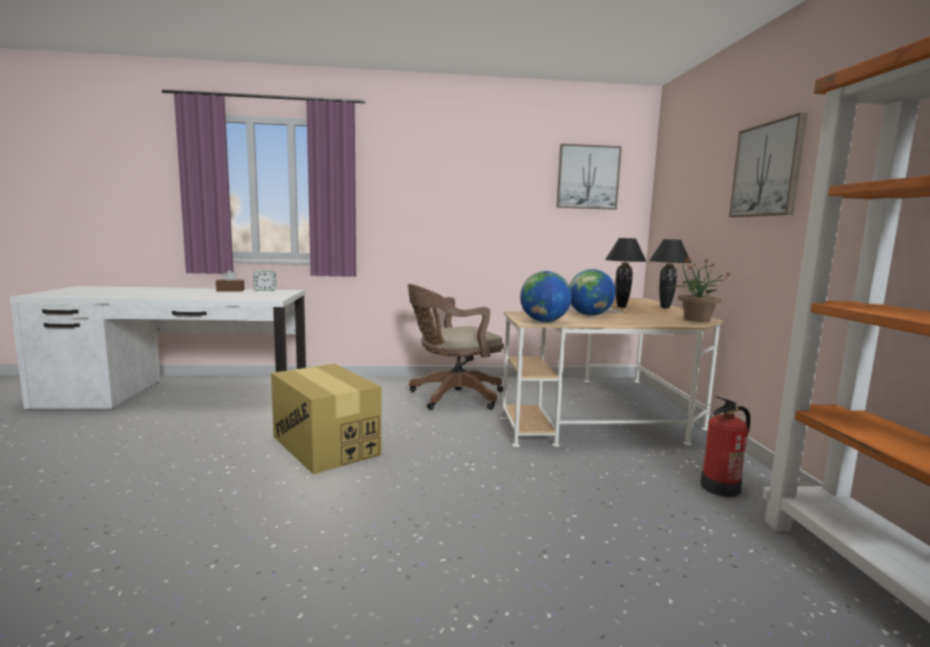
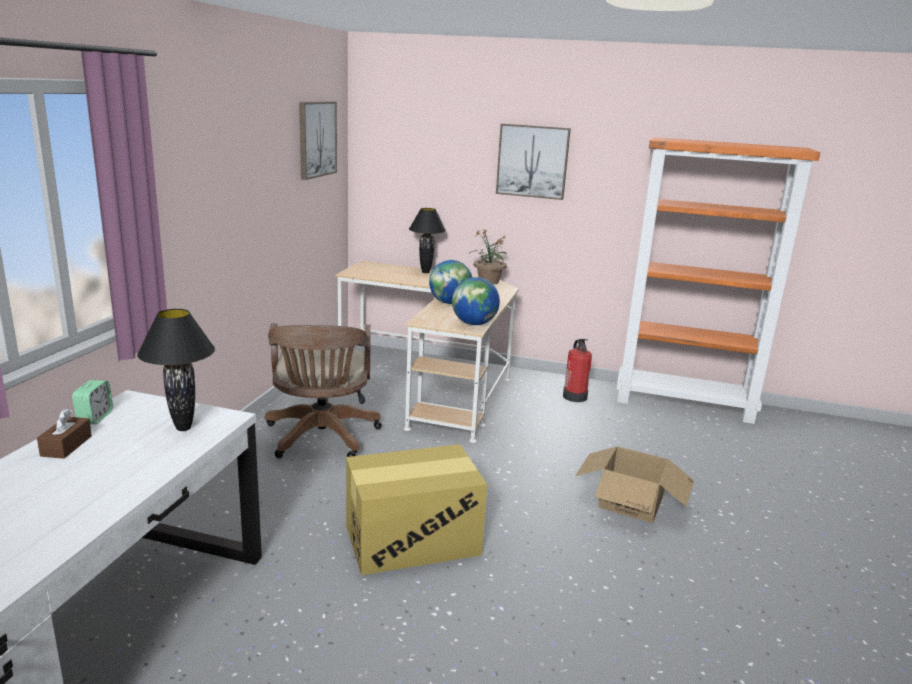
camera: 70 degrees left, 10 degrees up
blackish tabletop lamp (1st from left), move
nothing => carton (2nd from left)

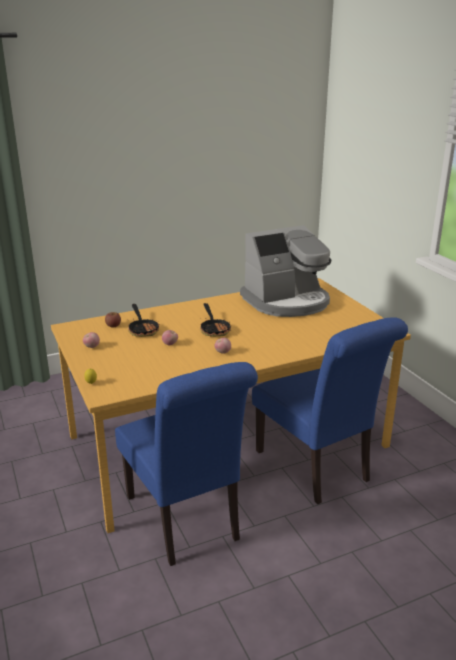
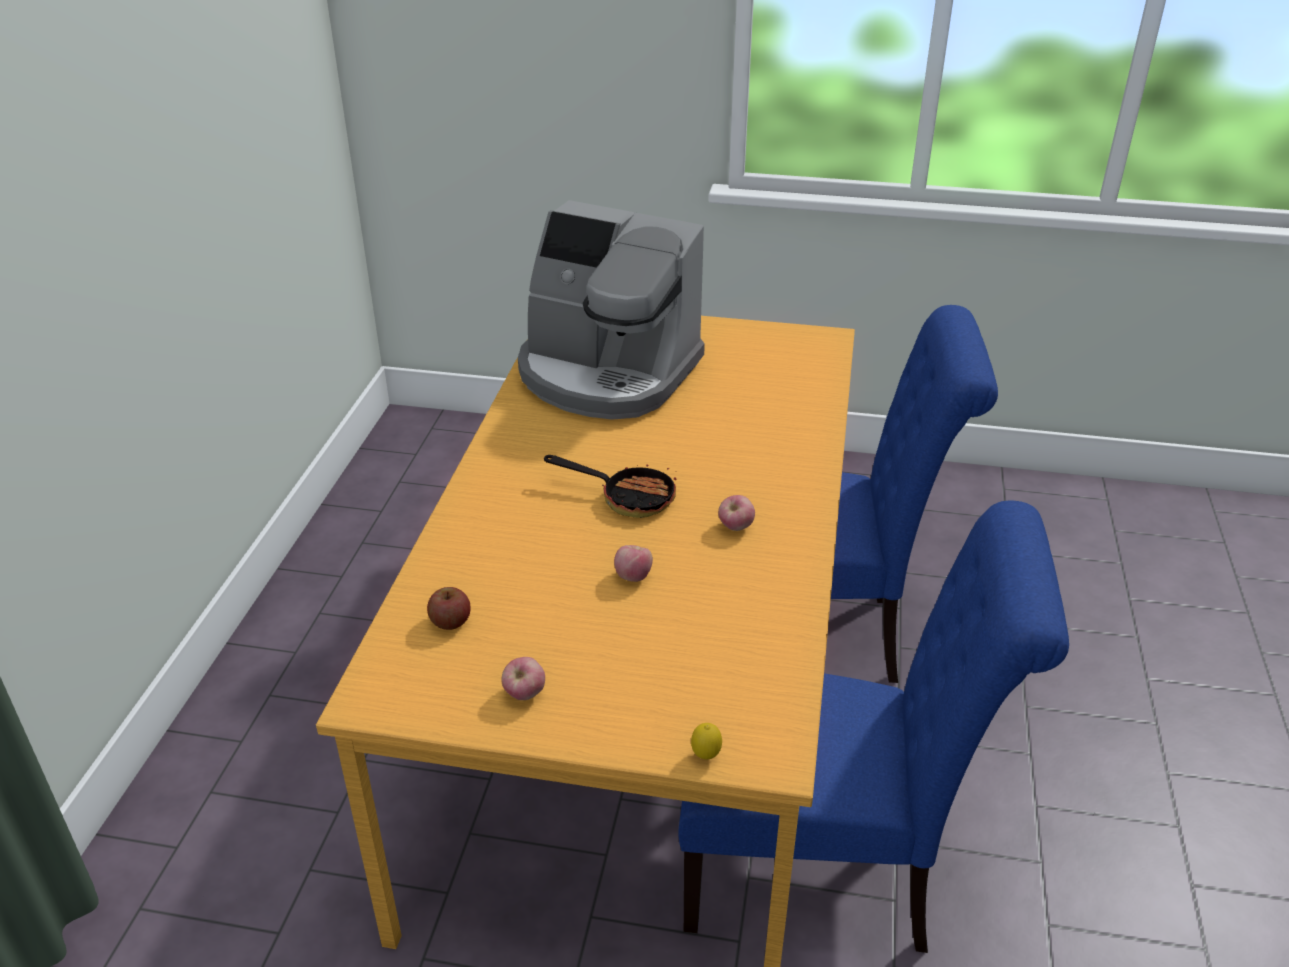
camera: 55 degrees left, 10 degrees up
frying pan (1st from left) => nothing
coffee machine, 105 degrees clockwise

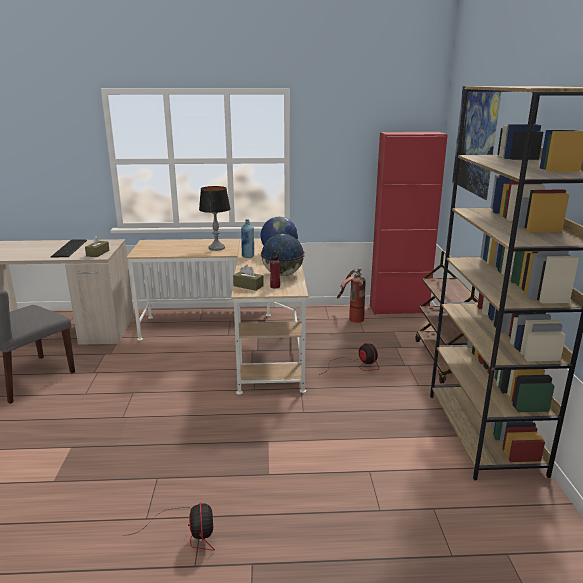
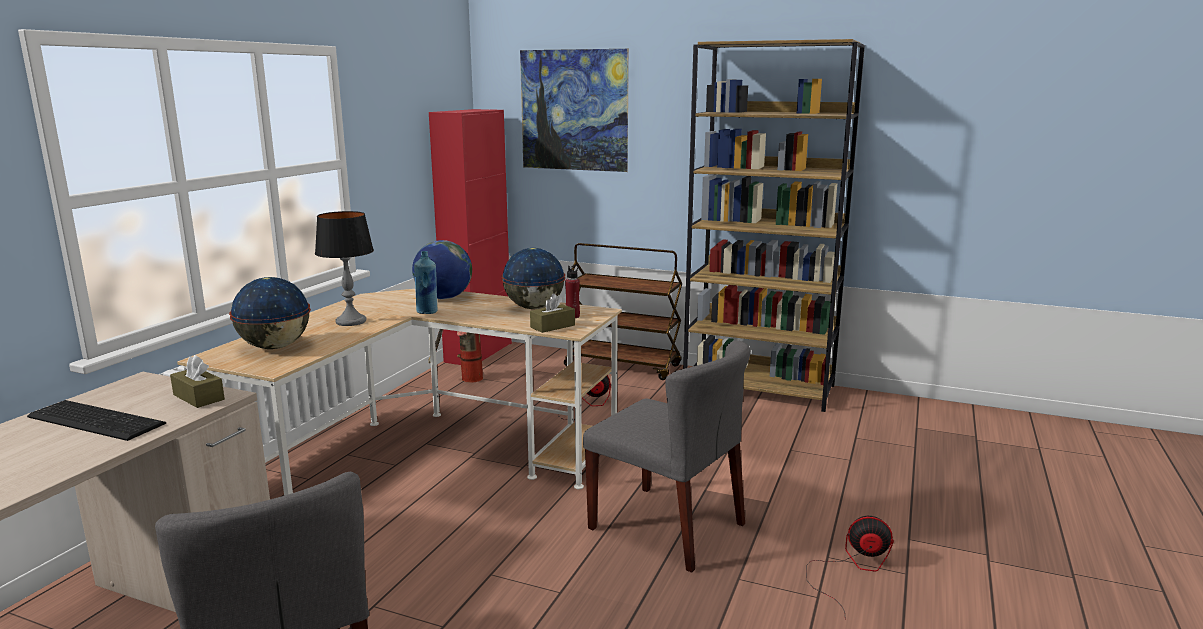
camera: 65 degrees left, 5 degrees down
nothing => desk globe (1st from left)
nothing => greyish upright chair (2nd from left)

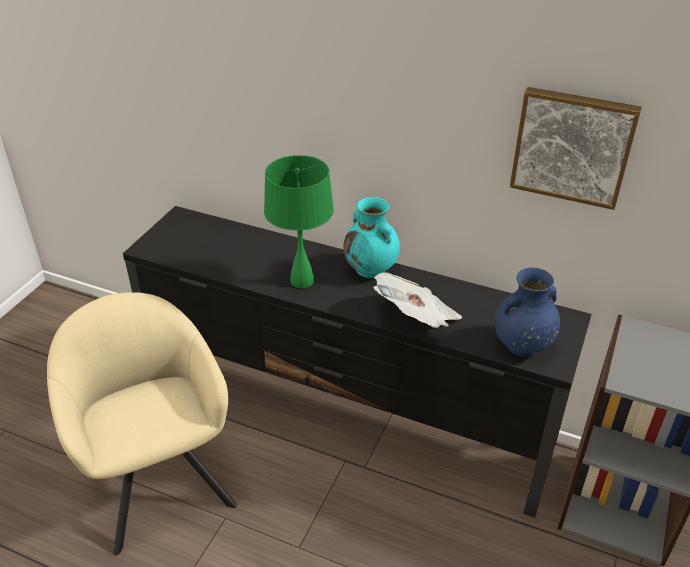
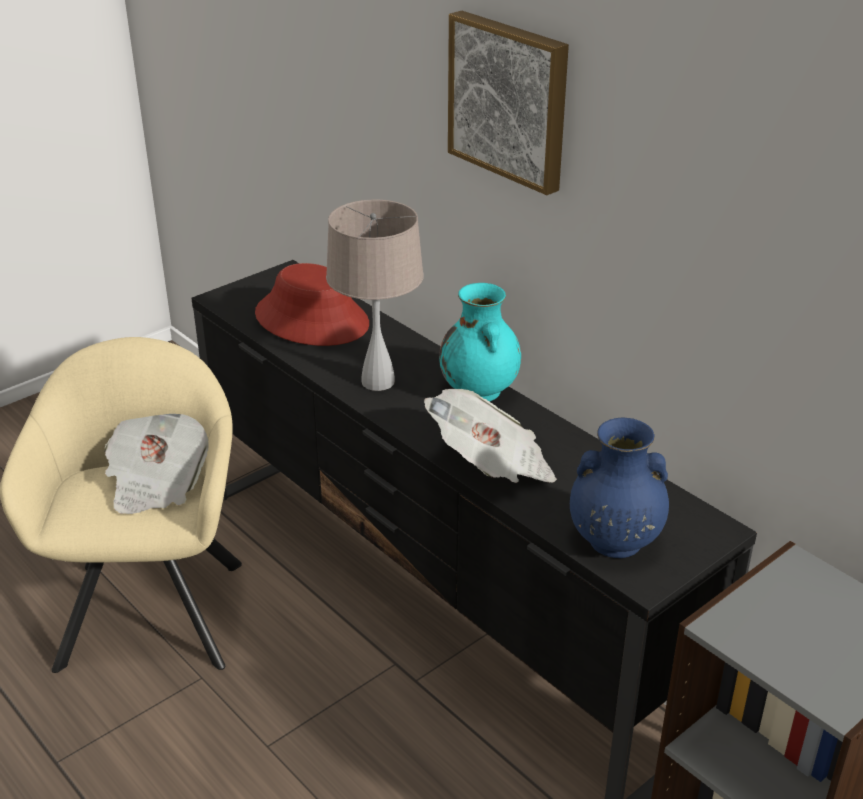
camera: 25 degrees right, 5 degrees down
green-coloured tabletop lamp => beige tabletop lamp
wall art, move
nothing => daily paper (1st from left)
nothing => red-coloured wearable hat

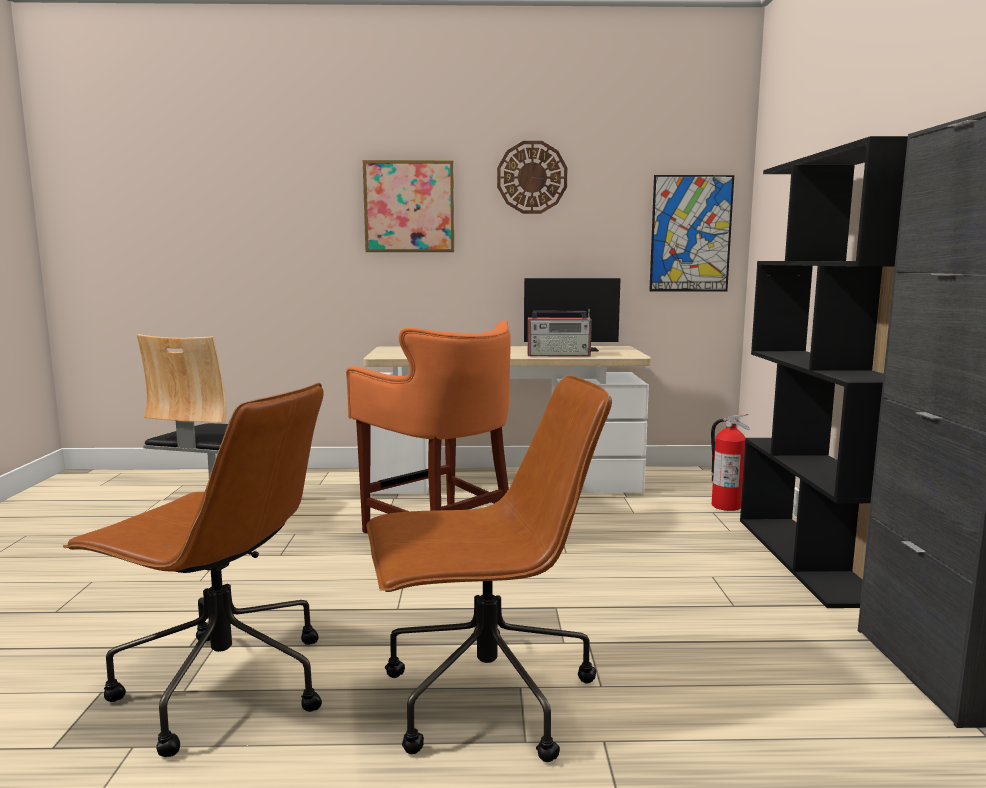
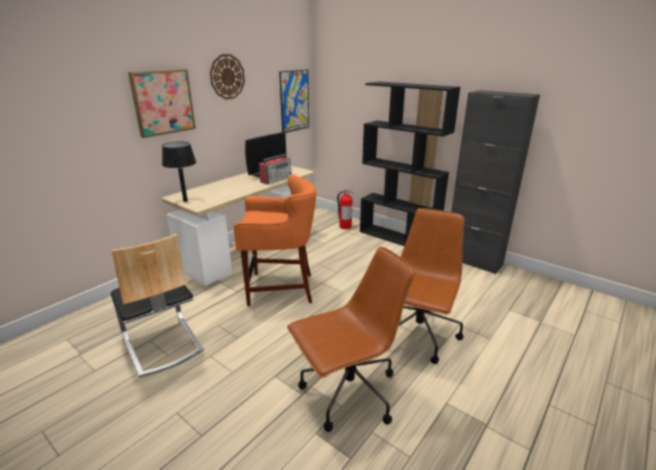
camera: 50 degrees left, 15 degrees up
nothing => blackish tabletop lamp

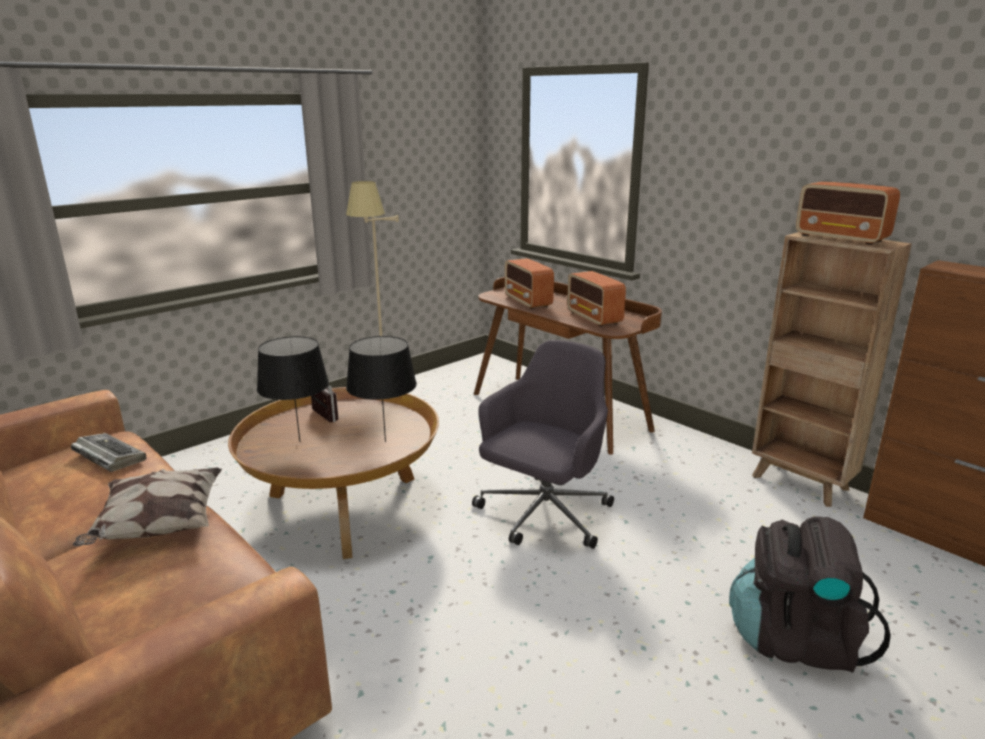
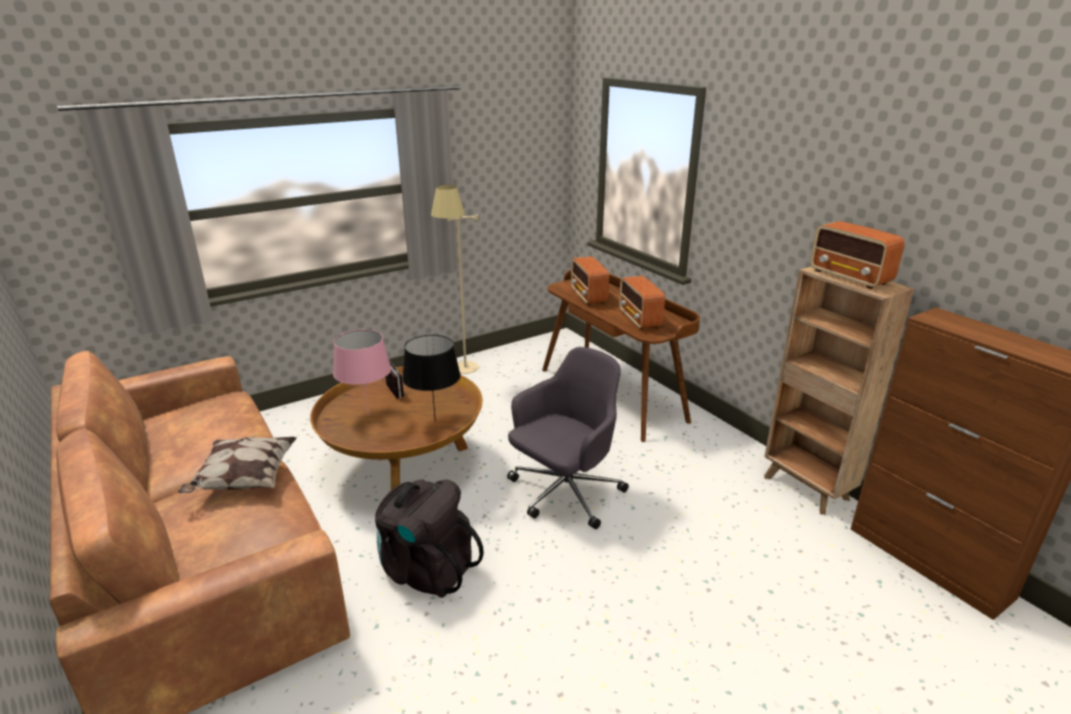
camera: 10 degrees right, 5 degrees up
PC keyboard => nothing
blackish tabletop lamp (1st from left) => pink tabletop lamp
blackish backpack, move

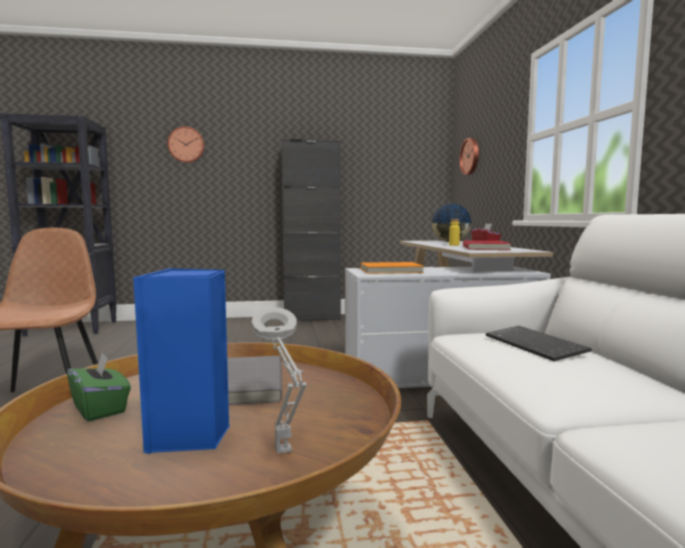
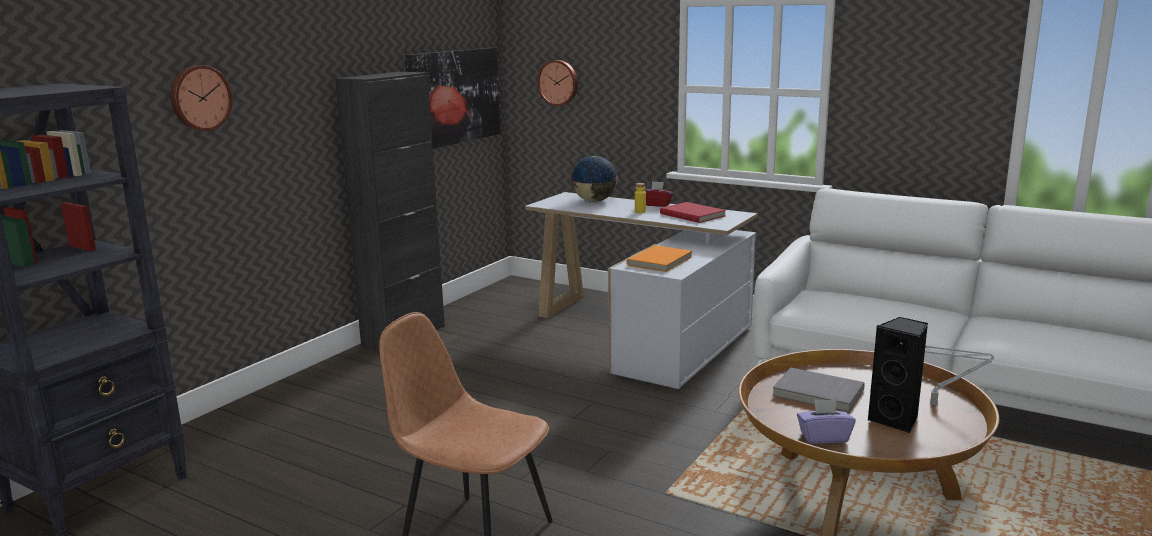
camera: 50 degrees left, 10 degrees up
green-coloured box of tissues => purplish box of tissues
bluish audio speaker => blackish audio speaker
PC keyboard => nothing
nothing => wall art

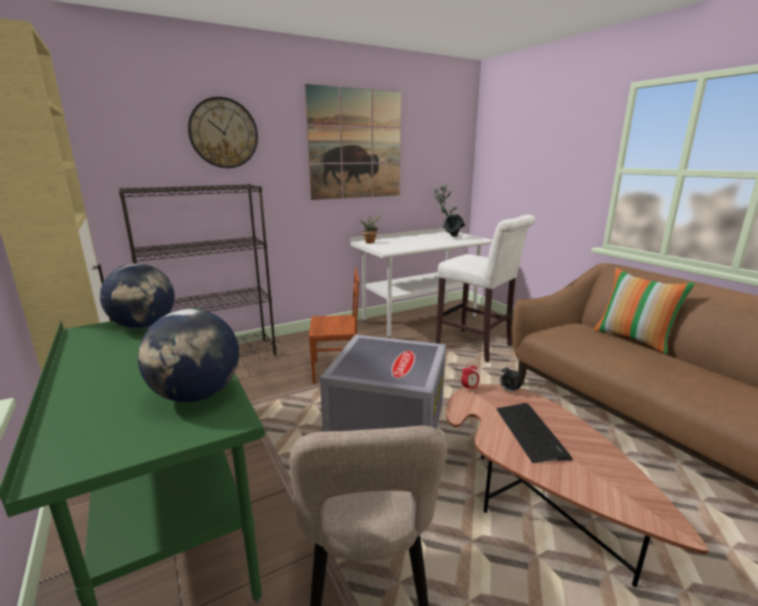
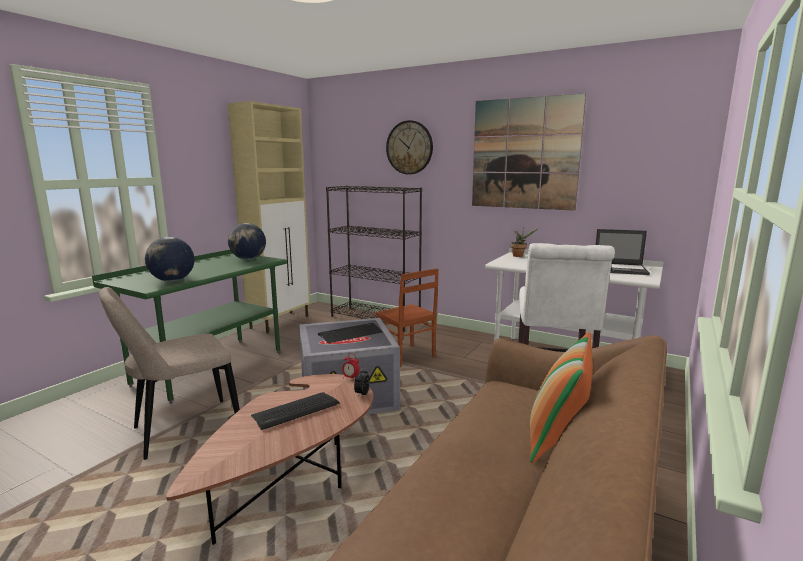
camera: 60 degrees right, 5 degrees down
plant in a pot (2nd from left) => portable computer
nothing => PC keyboard (2nd from left)

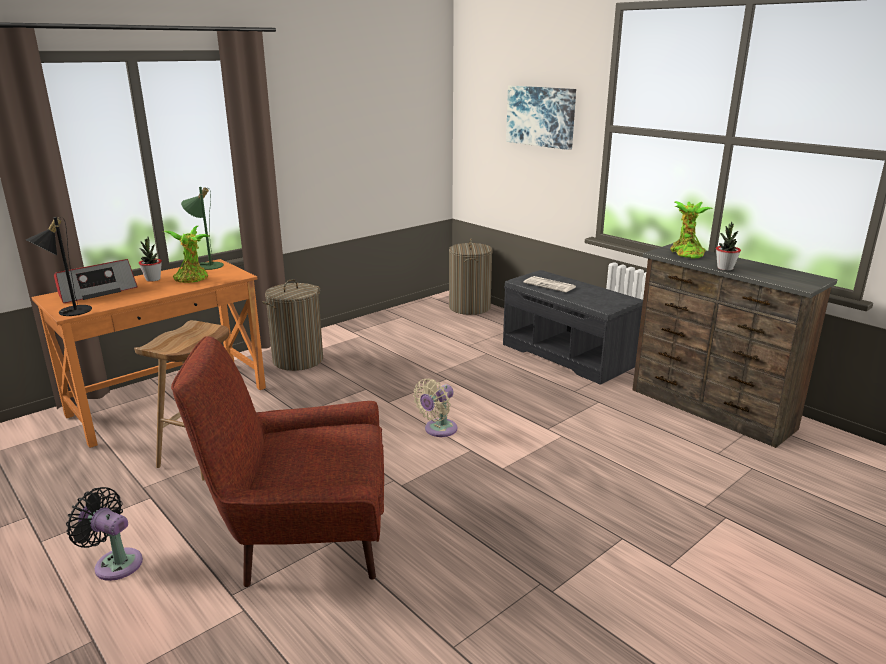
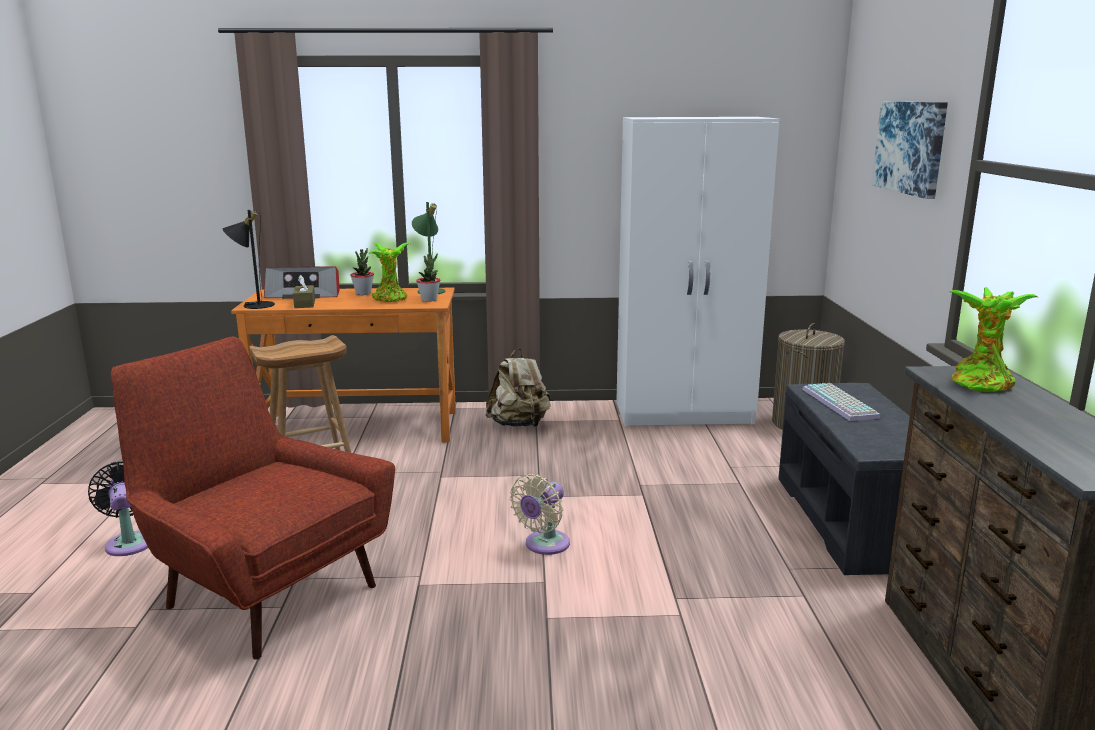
camera: 40 degrees right, 5 degrees down
washing basket (1st from left) => beige backpack
beige cooling fan, 45 degrees counterclockwise
daily paper => PC keyboard
plant in a pot (4th from left in the first image) => plant in a pot (3rd from left), move
nothing => brown-coloured box of tissues
nothing => whitish wardrobe

